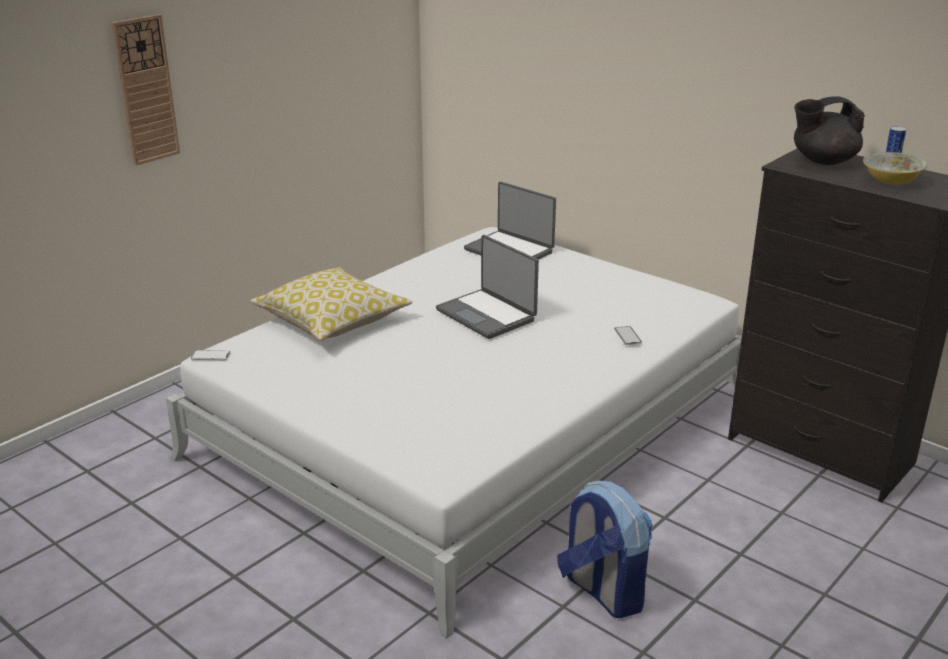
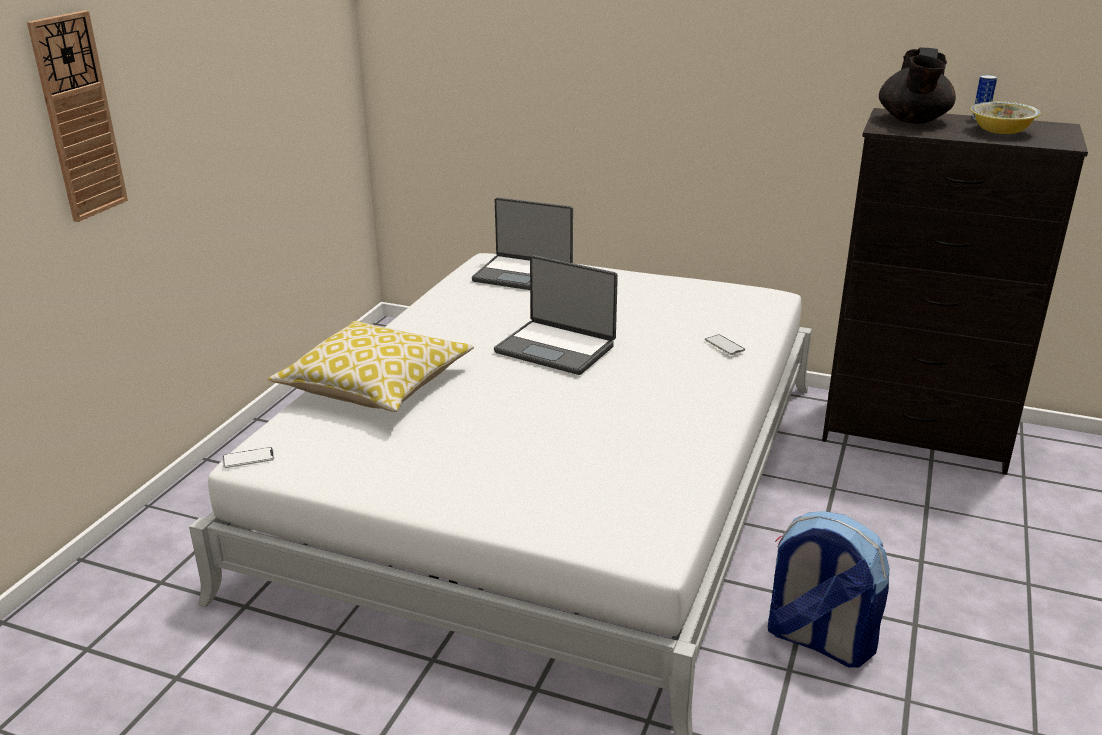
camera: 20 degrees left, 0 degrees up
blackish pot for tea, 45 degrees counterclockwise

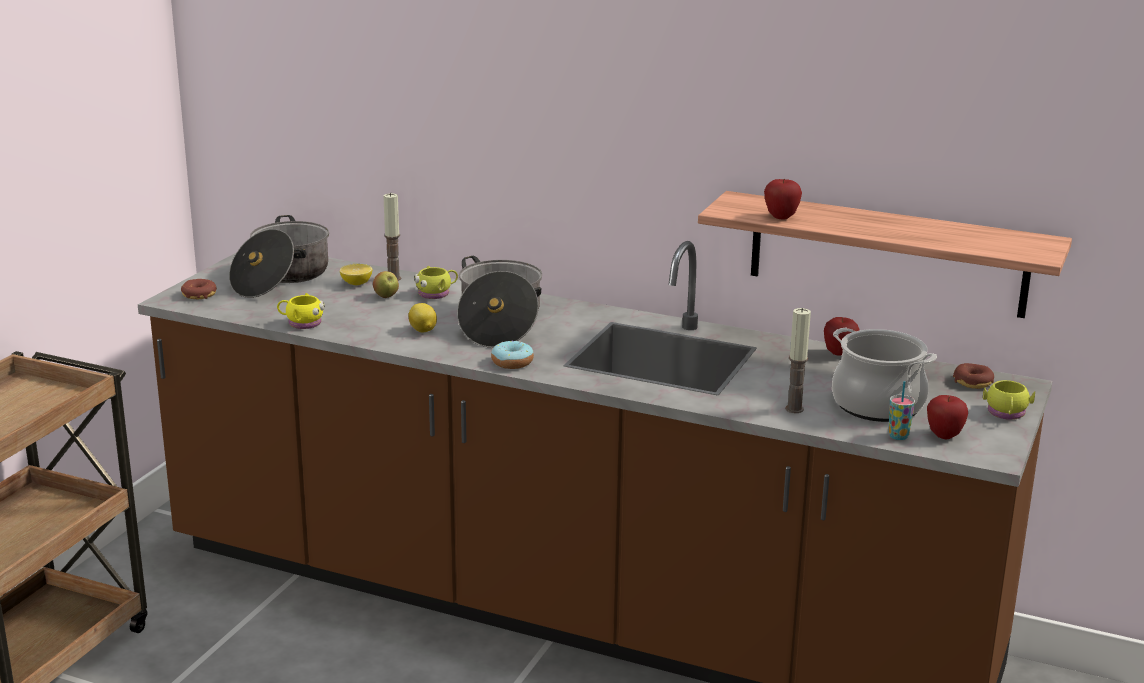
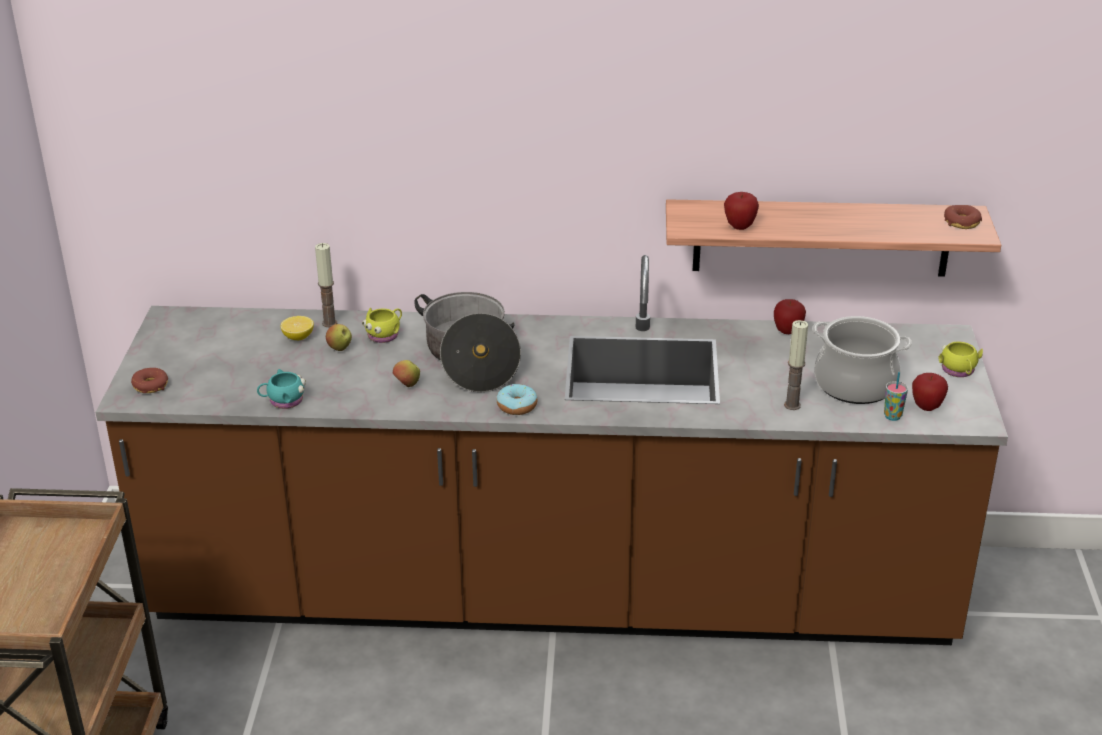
camera: 20 degrees left, 10 degrees up
cooking pot (1st from left) => nothing
yellow-coloured coffee mug (1st from left) => turquoise coffee mug
lemon (2nd from left) => apple fruit (2nd from left)
ring doughnut (3rd from left), move

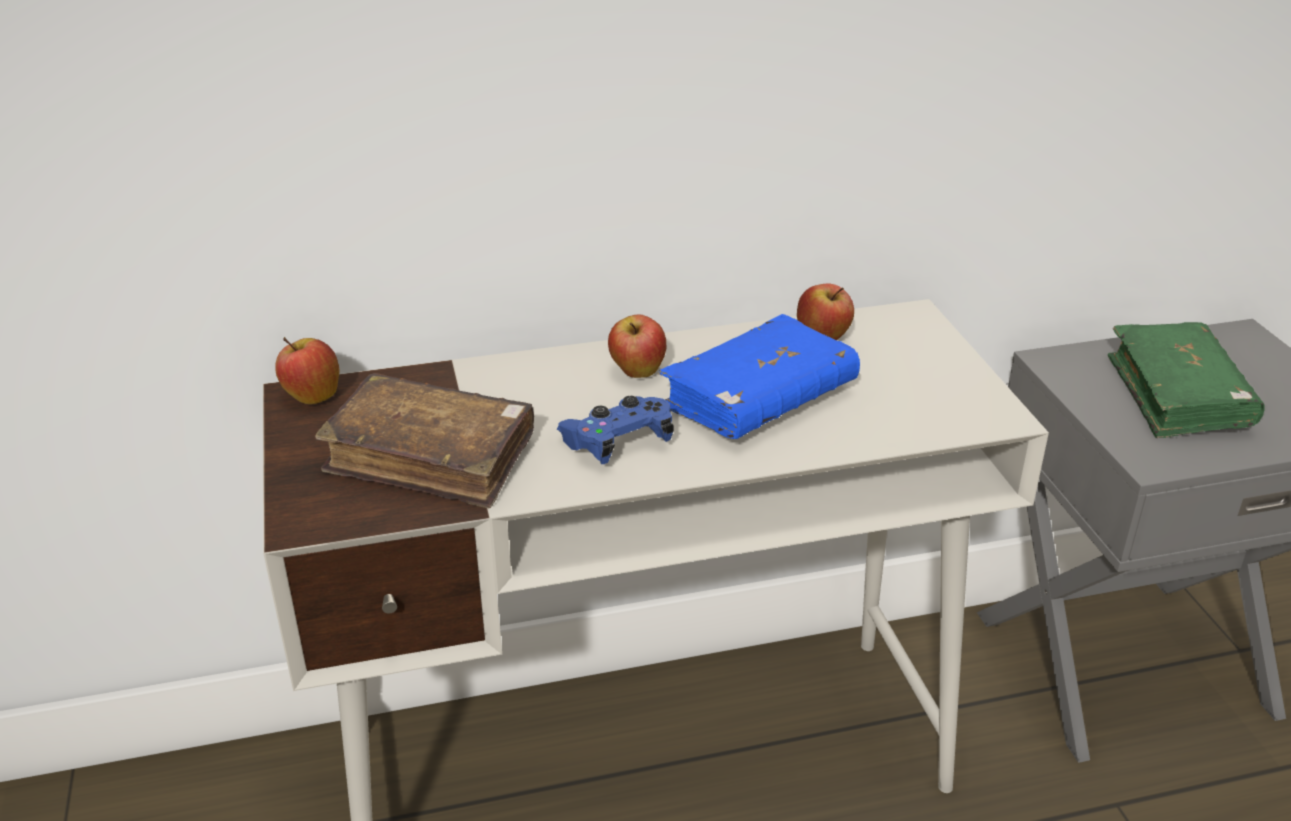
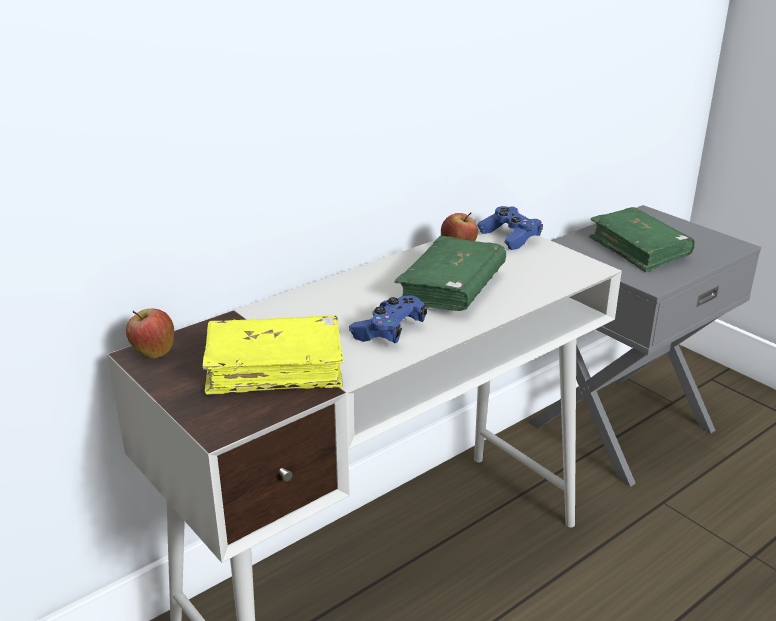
camera: 25 degrees left, 5 degrees down
brown-coloured bound book => yellow-coloured bound book
apple fruit (2nd from left) => nothing
bluish bound book => green-coloured bound book (1st from left)
nothing => bluish game controller (2nd from left)

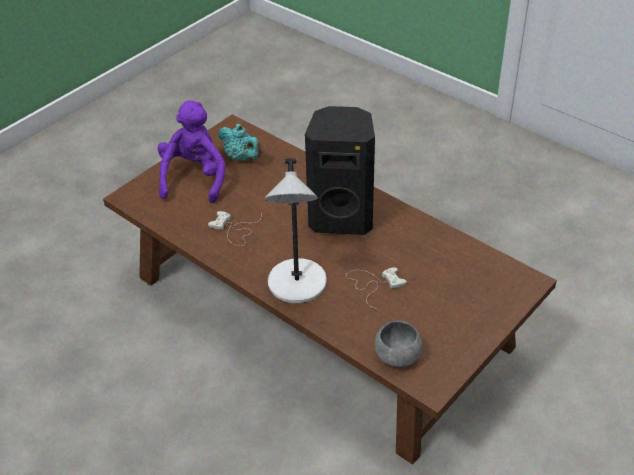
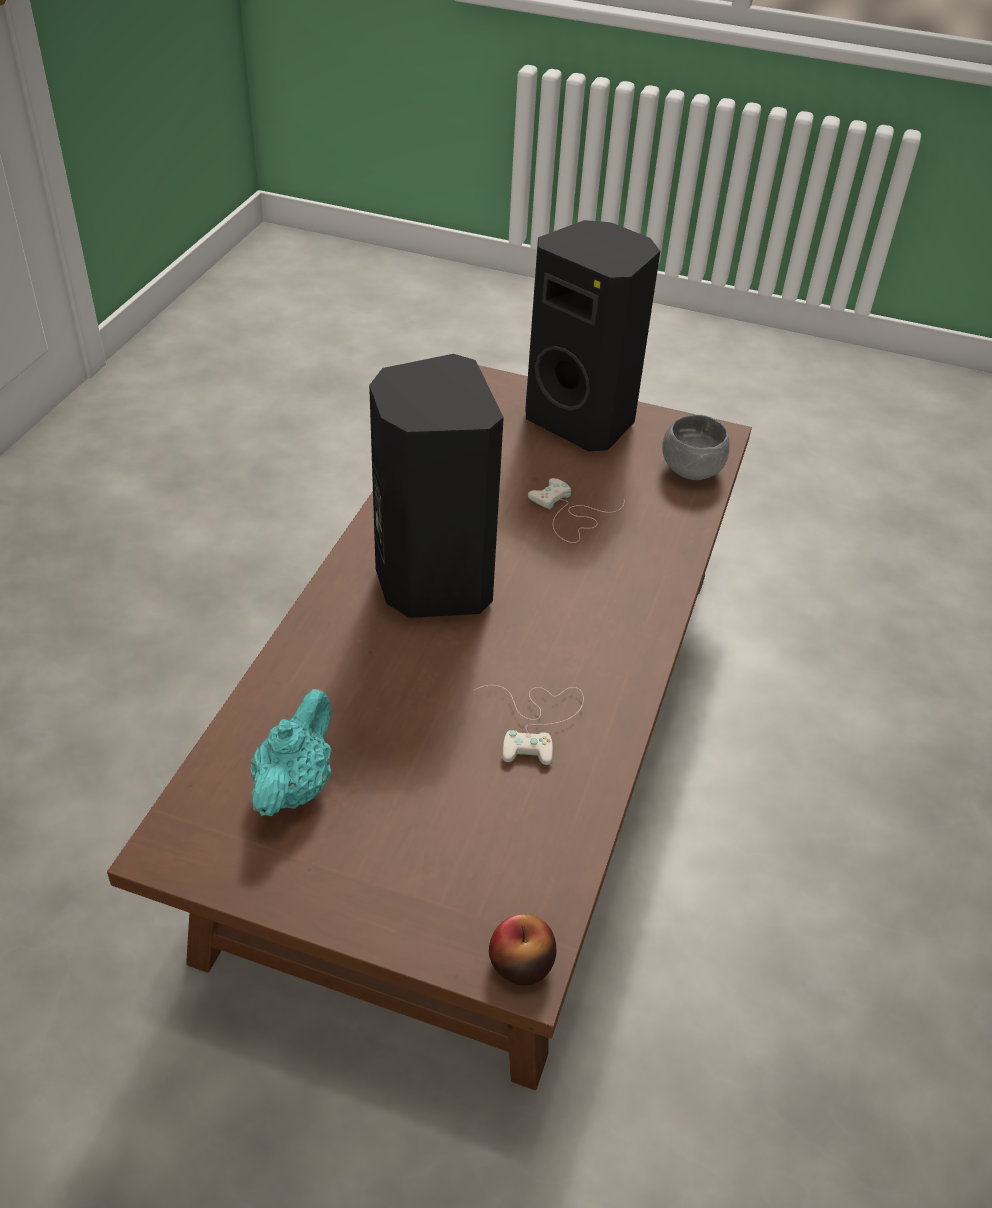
camera: 115 degrees left, 0 degrees up
purplish cuddly toy => nothing
greyish tabletop lamp => nothing
nothing => apple fruit
nothing => blackish audio speaker (2nd from left)

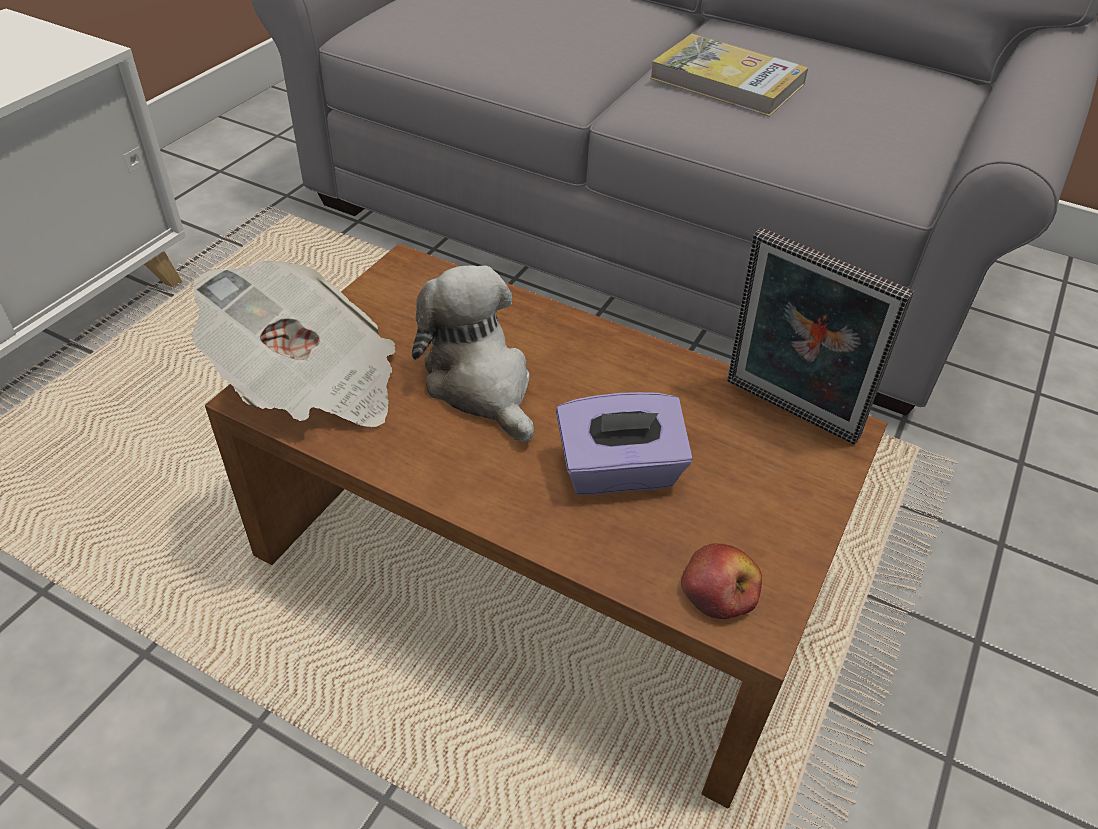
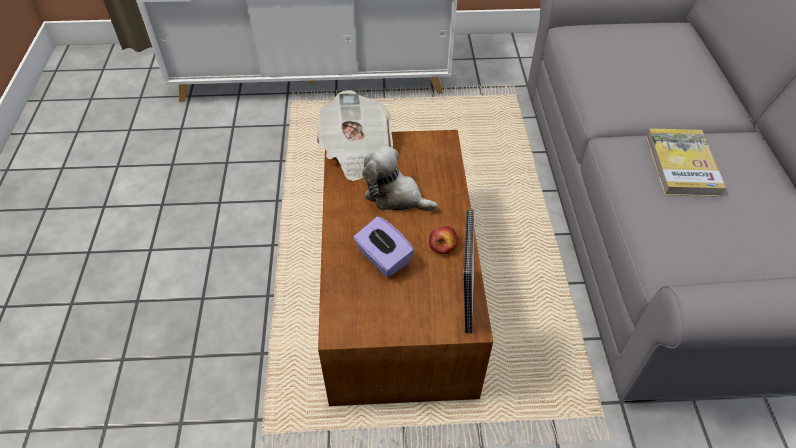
camera: 60 degrees right, 5 degrees up
cuddly toy, 90 degrees counterclockwise
apple fruit, move

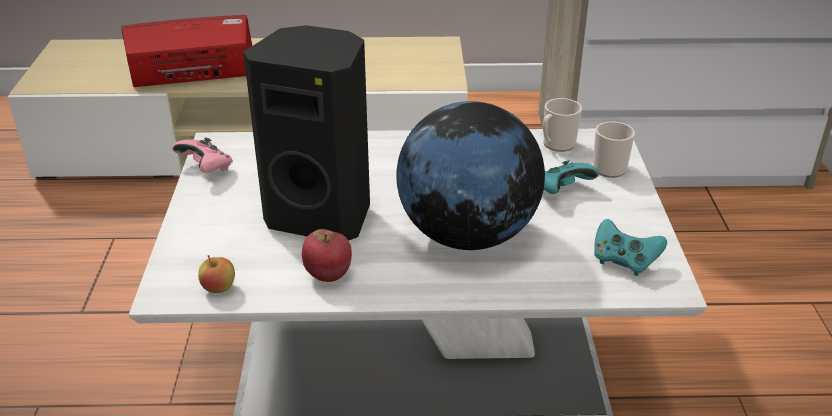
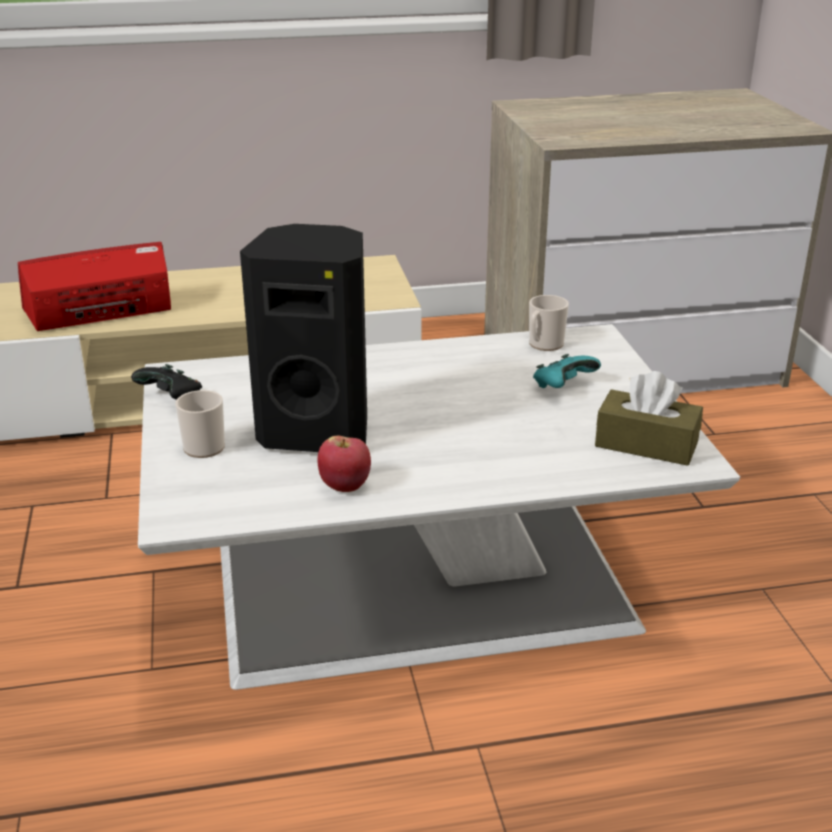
camera: 10 degrees left, 5 degrees down
pink game controller => blackish game controller
apple fruit (1st from left) => nothing
desk globe => nothing
coffee mug (2nd from left in the first image) => coffee mug (1st from left), move
turquoise game controller (2nd from left) => brown-coloured box of tissues

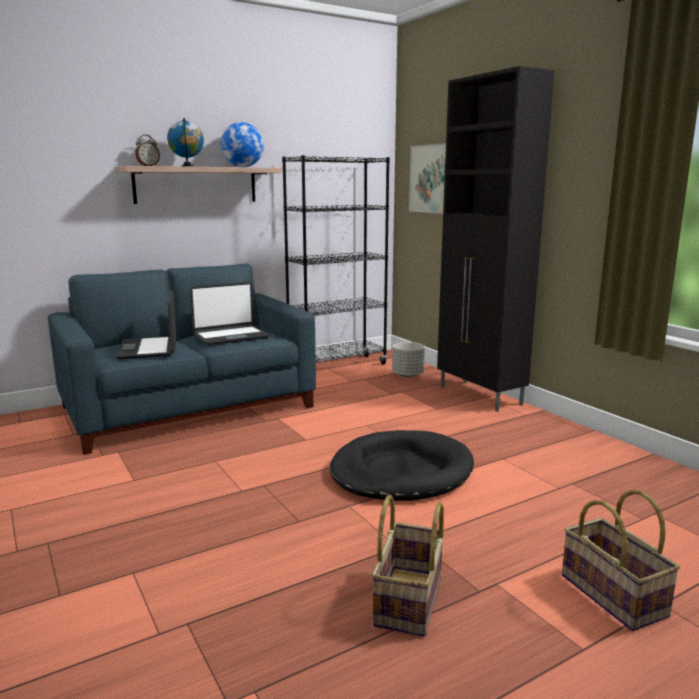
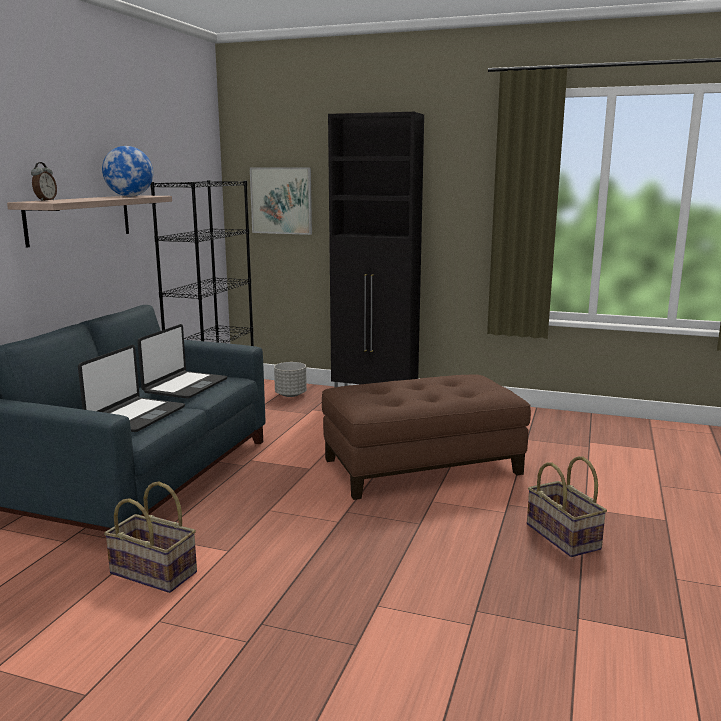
camera: 40 degrees left, 0 degrees up
portable computer (1st from left), 105 degrees counterclockwise
desk globe (1st from left) => nothing
blackish dog bed => brown-coloured pouffe
basket (2nd from left in the first image) => basket (1st from left), move

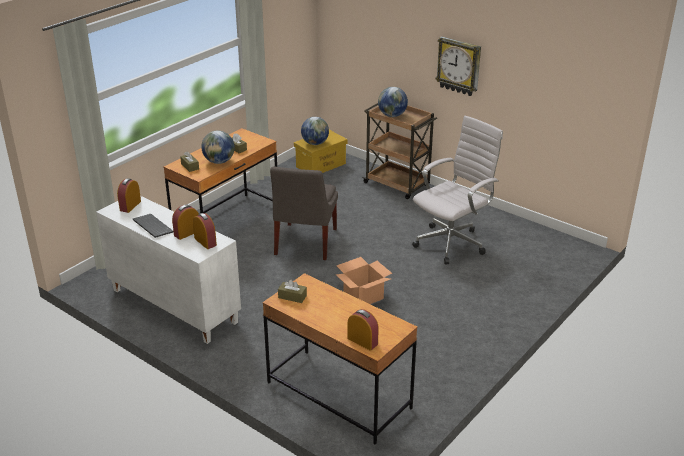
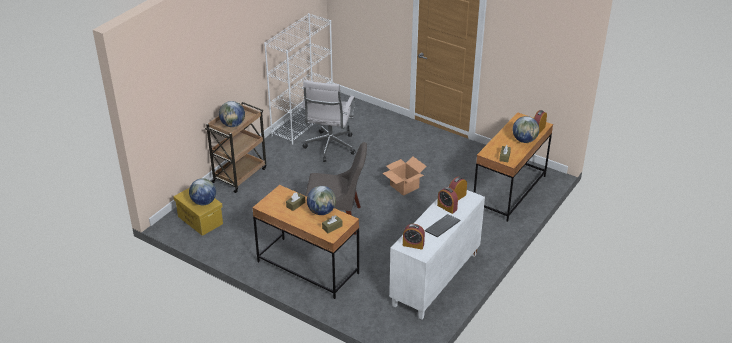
camera: 95 degrees left, 5 degrees up
whitish computer chair, 120 degrees counterclockwise
wall clock => nothing
nothing => whitish bookshelf
nothing => desk globe (4th from left)

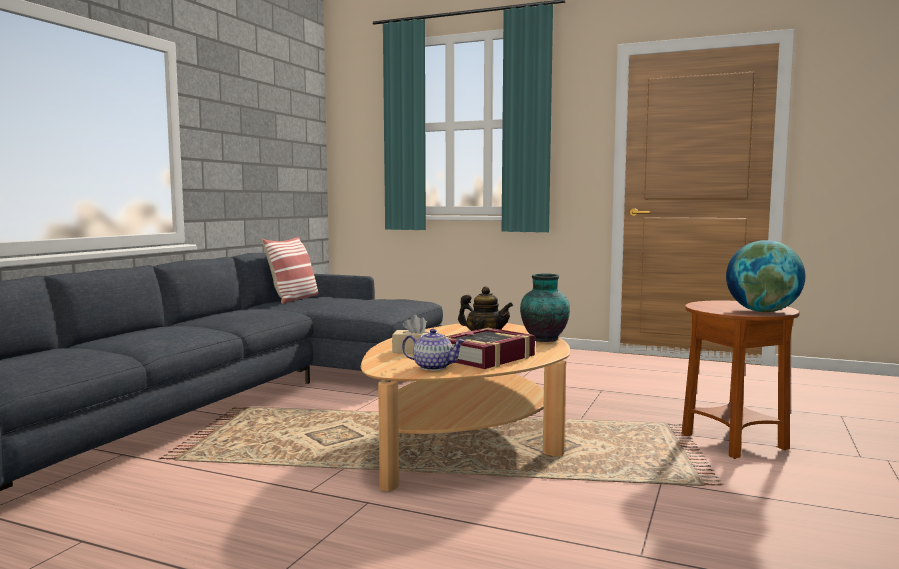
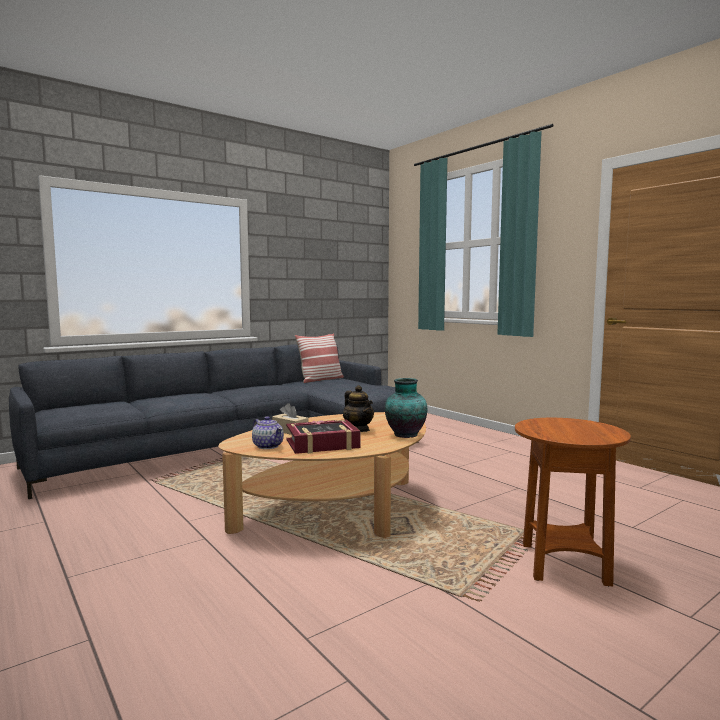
camera: 30 degrees right, 0 degrees up
desk globe => nothing

